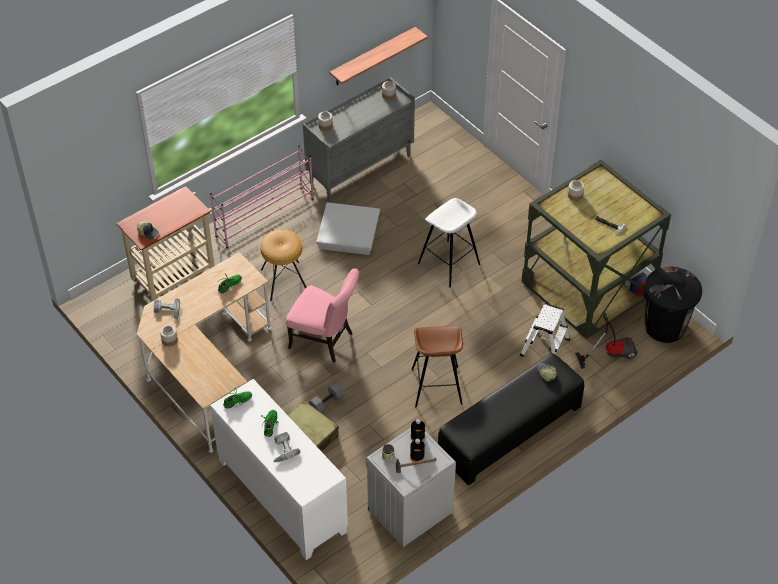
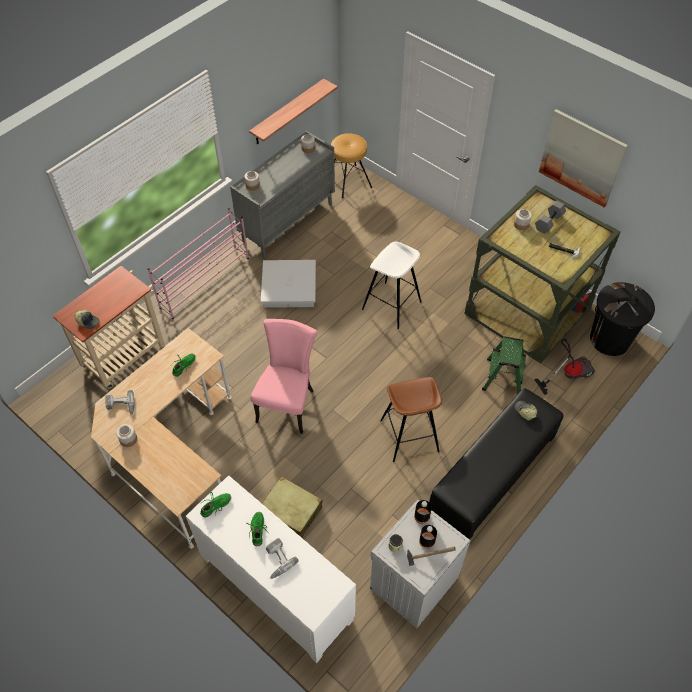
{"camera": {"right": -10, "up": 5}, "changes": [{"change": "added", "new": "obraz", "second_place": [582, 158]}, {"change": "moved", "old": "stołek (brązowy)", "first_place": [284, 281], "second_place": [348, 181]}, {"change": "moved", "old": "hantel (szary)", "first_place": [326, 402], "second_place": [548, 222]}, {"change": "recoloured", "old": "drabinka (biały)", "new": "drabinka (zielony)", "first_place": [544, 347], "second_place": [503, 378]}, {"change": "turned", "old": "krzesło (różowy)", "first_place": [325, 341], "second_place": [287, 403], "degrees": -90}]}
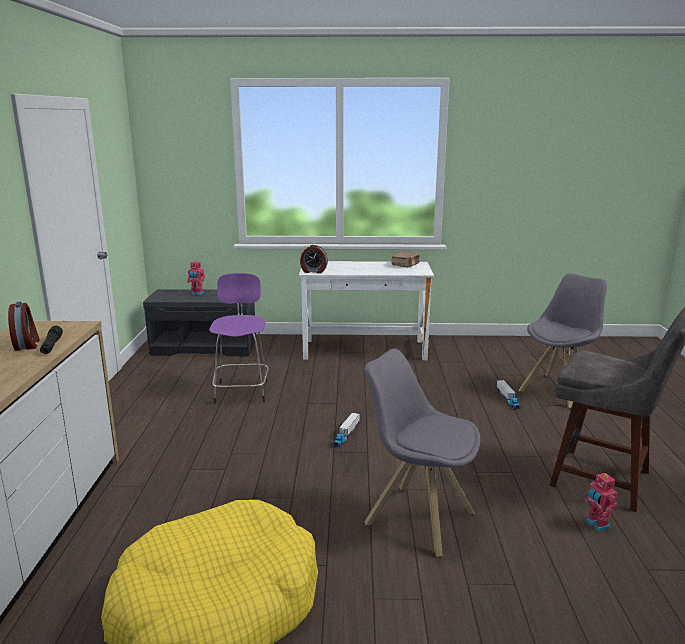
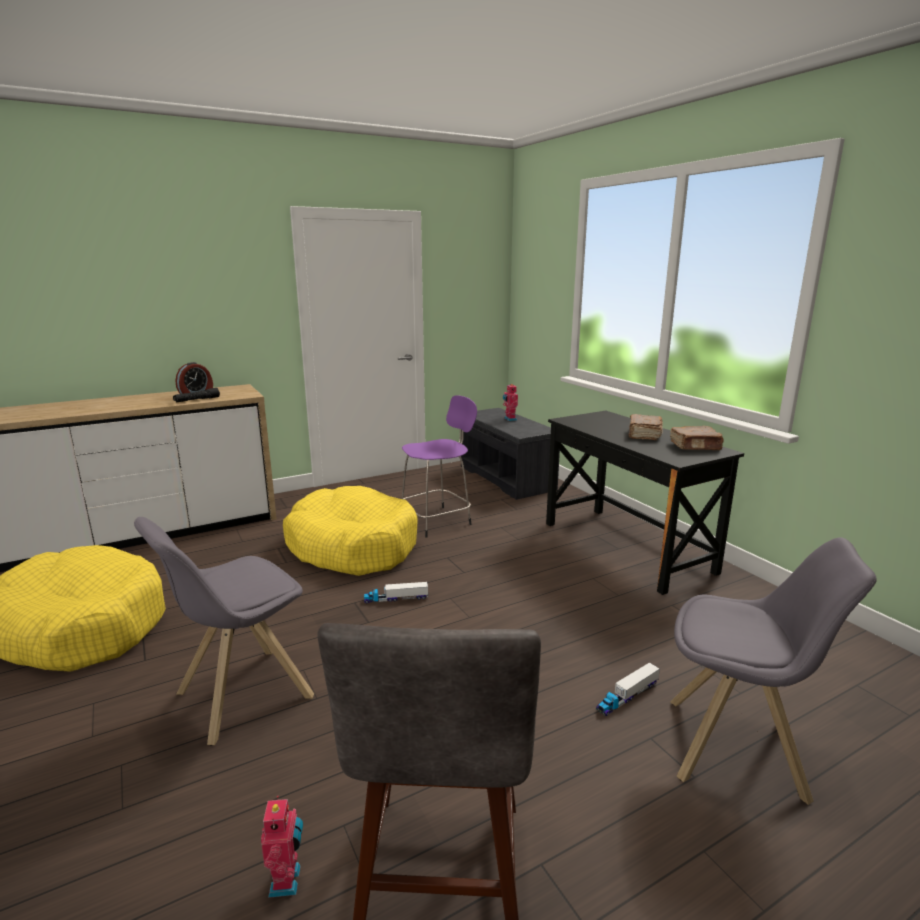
{"camera": {"right": 60, "up": 0}, "changes": [{"change": "removed", "old": "budzik", "first_place": [313, 271]}, {"change": "added", "new": "legowisko (żółty)", "second_place": [352, 546]}, {"change": "added", "new": "książka (brązowy)", "second_place": [644, 434]}, {"change": "recoloured", "old": "biurko (biały)", "new": "biurko (czarny)", "first_place": [364, 350], "second_place": [626, 547]}, {"change": "turned", "old": "krzesło (szary)", "first_place": [418, 518], "second_place": [243, 694], "degrees": -135}, {"change": "turned", "old": "robot zabawkowy", "first_place": [596, 525], "second_place": [287, 881], "degrees": 135}]}
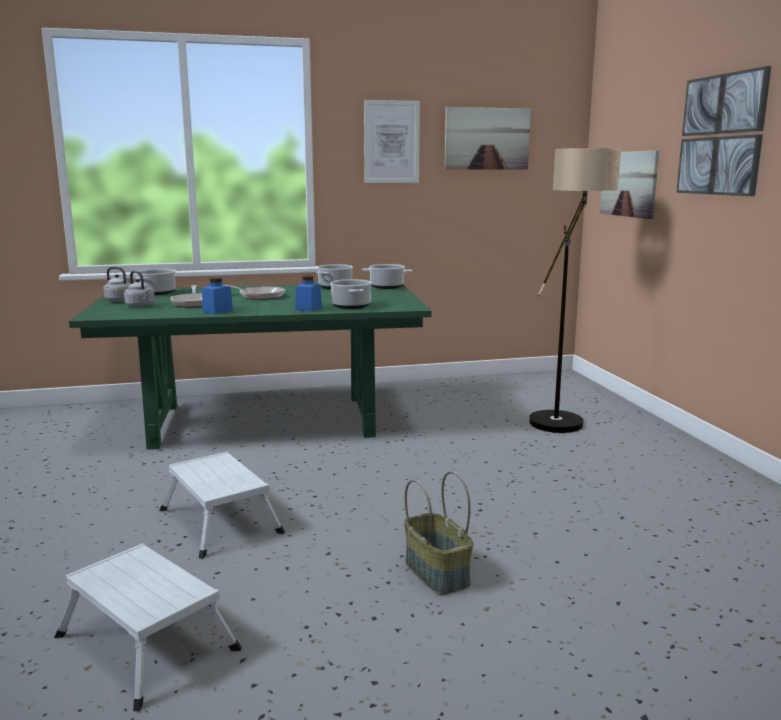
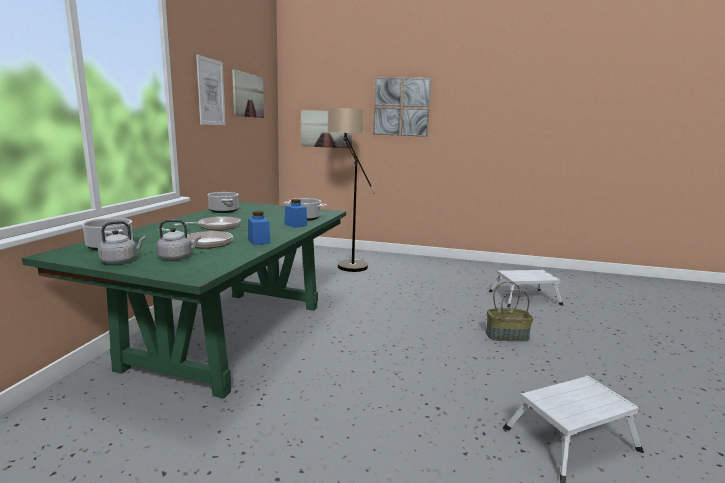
{"camera": {"right": -65, "up": 0}, "changes": [{"change": "removed", "old": "garnek", "first_place": [386, 287]}, {"change": "moved", "old": "drabinka (biały)", "first_place": [220, 521], "second_place": [525, 298]}]}
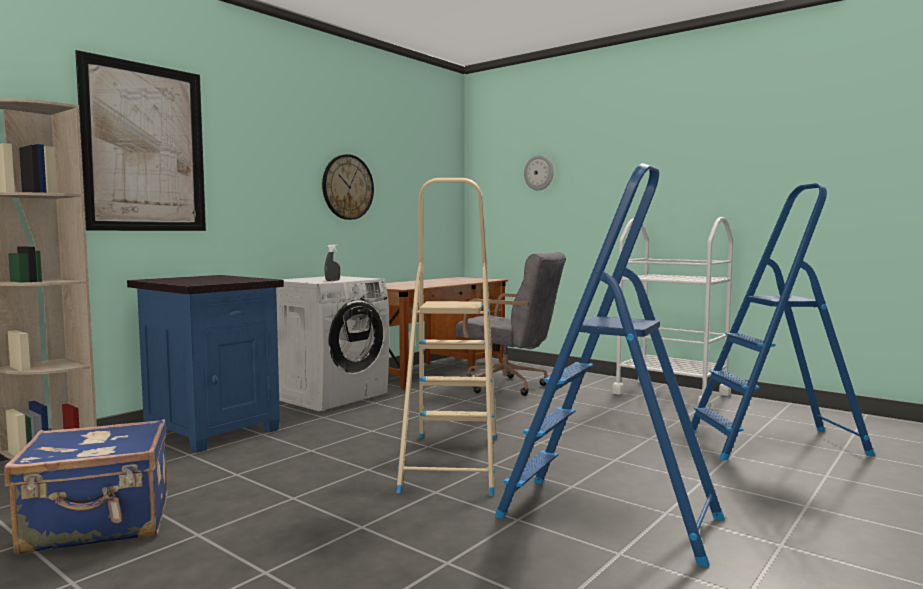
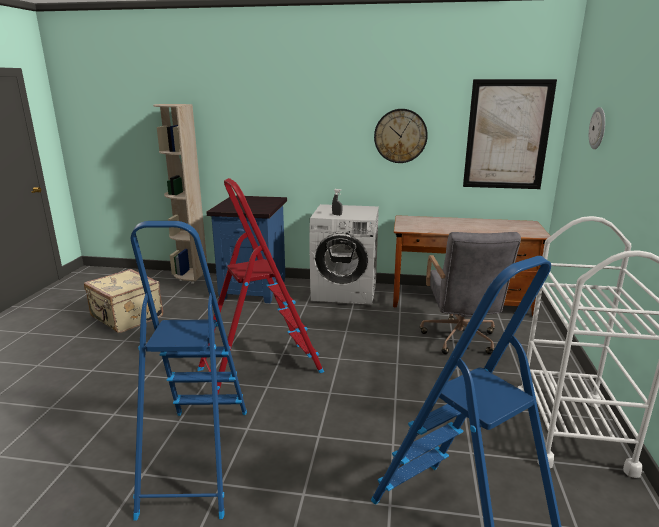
{"camera": {"right": 60, "up": 15}, "changes": [{"change": "moved", "old": "obraz", "first_place": [145, 148], "second_place": [507, 135]}, {"change": "recoloured", "old": "walizka (niebieski)", "new": "walizka (beżowy)", "first_place": [99, 525], "second_place": [126, 318]}, {"change": "recoloured", "old": "drabinka (beżowy)", "new": "drabinka (czerwony)", "first_place": [452, 461], "second_place": [261, 370]}]}
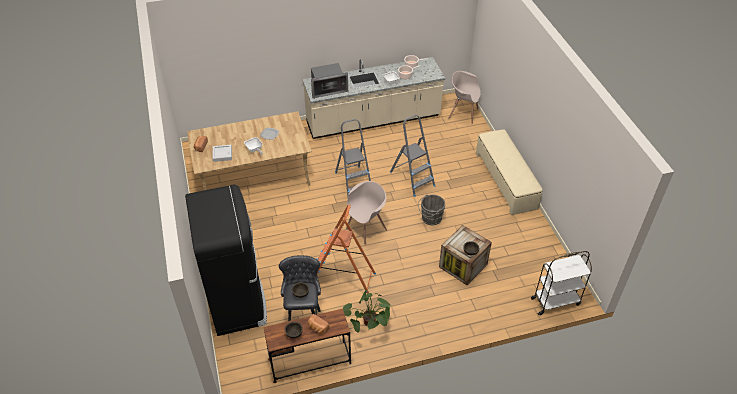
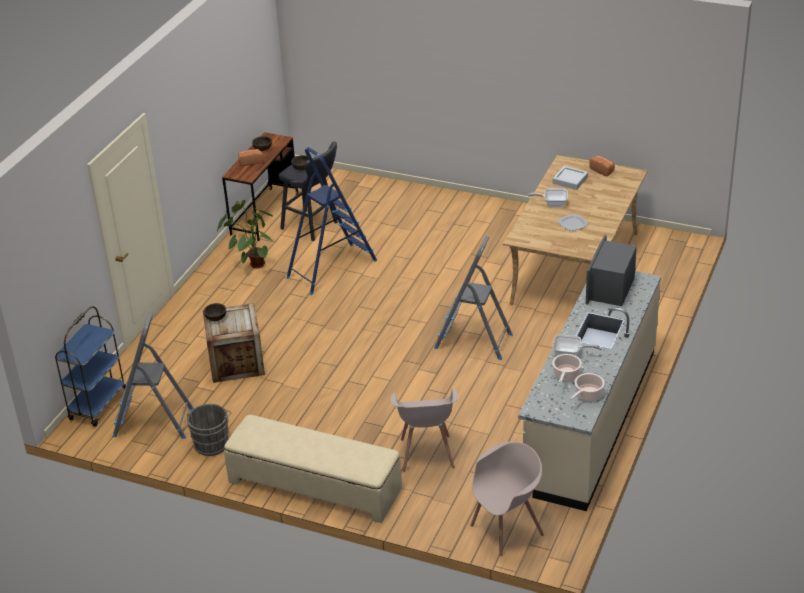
{"camera": {"right": 130, "up": -10}, "changes": [{"change": "removed", "old": "lodówka (czarny)", "first_place": [237, 301]}, {"change": "moved", "old": "krzesło (beżowy)", "first_place": [366, 229], "second_place": [426, 454]}, {"change": "moved", "old": "drabinka (szary)", "first_place": [412, 179], "second_place": [152, 422]}, {"change": "moved", "old": "wiadro (szary)", "first_place": [430, 218], "second_place": [212, 443]}, {"change": "recoloured", "old": "drabinka (pomarańczowy)", "new": "drabinka (niebieski)", "first_place": [341, 280], "second_place": [332, 269]}, {"change": "recoloured", "old": "wózek (biały)", "new": "wózek (niebieski)", "first_place": [556, 302], "second_place": [98, 405]}]}
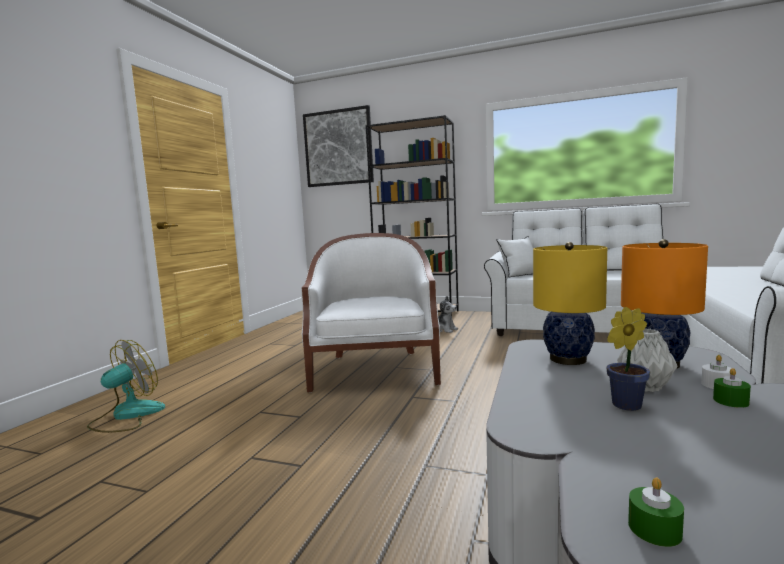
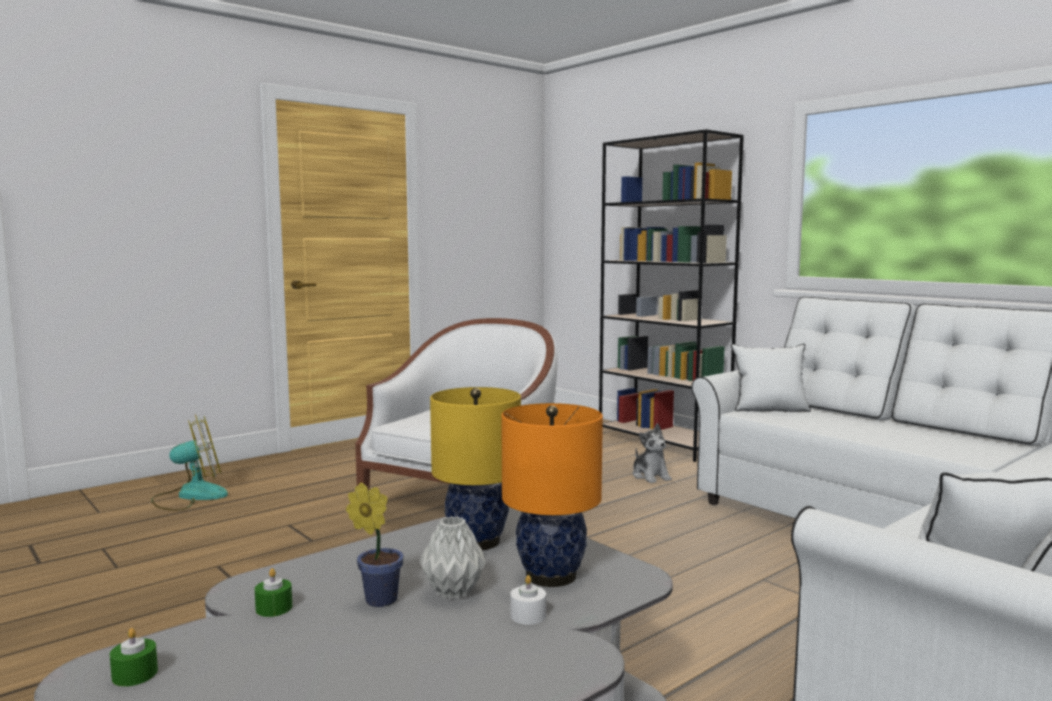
{"camera": {"right": 30, "up": 0}, "changes": [{"change": "removed", "old": "obraz", "first_place": [338, 148]}, {"change": "moved", "old": "świeca (zielony)", "first_place": [730, 401], "second_place": [274, 608]}]}
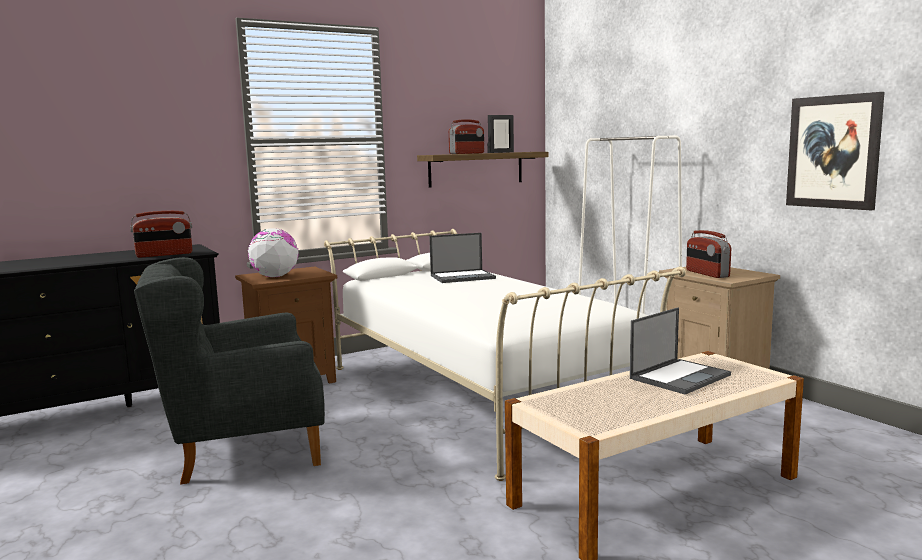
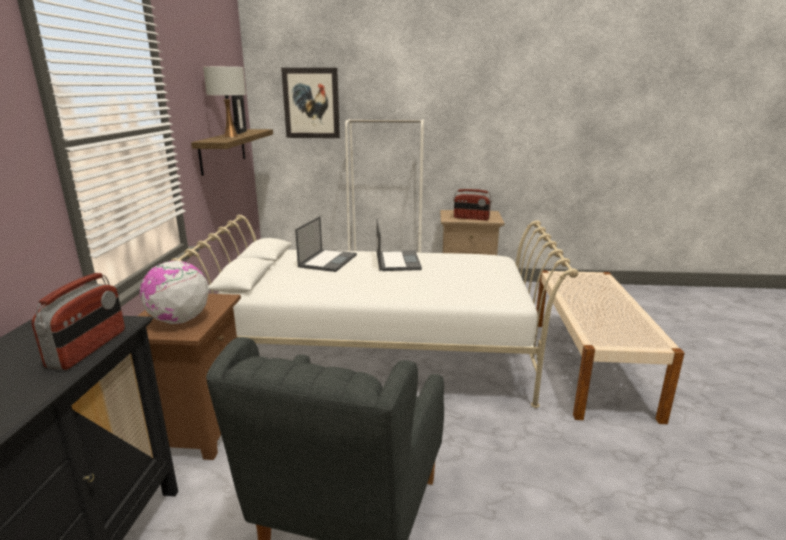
{"camera": {"right": -55, "up": 10}, "changes": [{"change": "moved", "old": "laptop", "first_place": [680, 376], "second_place": [397, 261]}, {"change": "moved", "old": "obraz", "first_place": [833, 152], "second_place": [311, 103]}, {"change": "replaced", "old": "radio", "new": "lampa stołowa (biały)", "first_place": [467, 153], "second_place": [231, 136]}]}
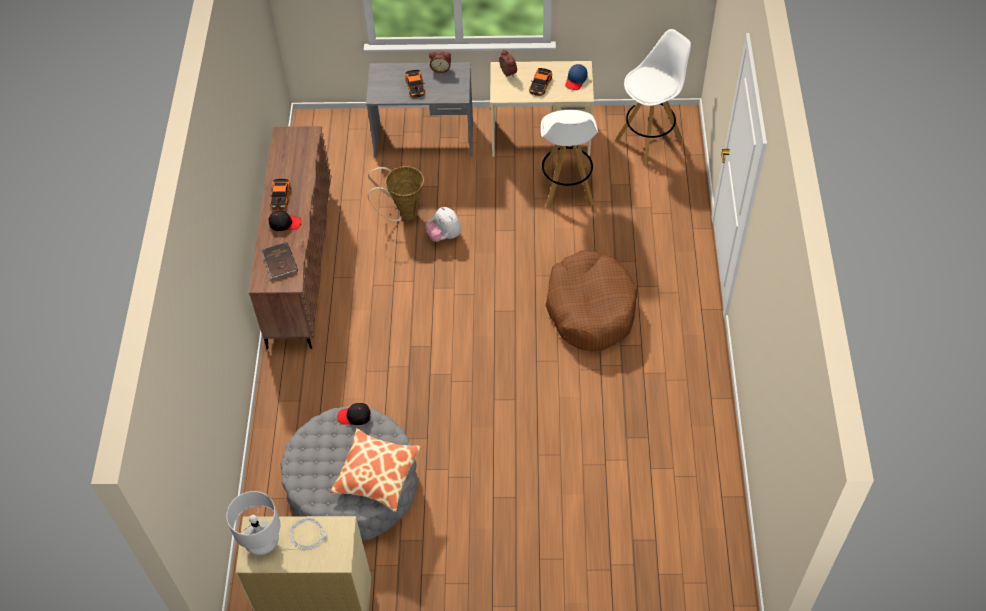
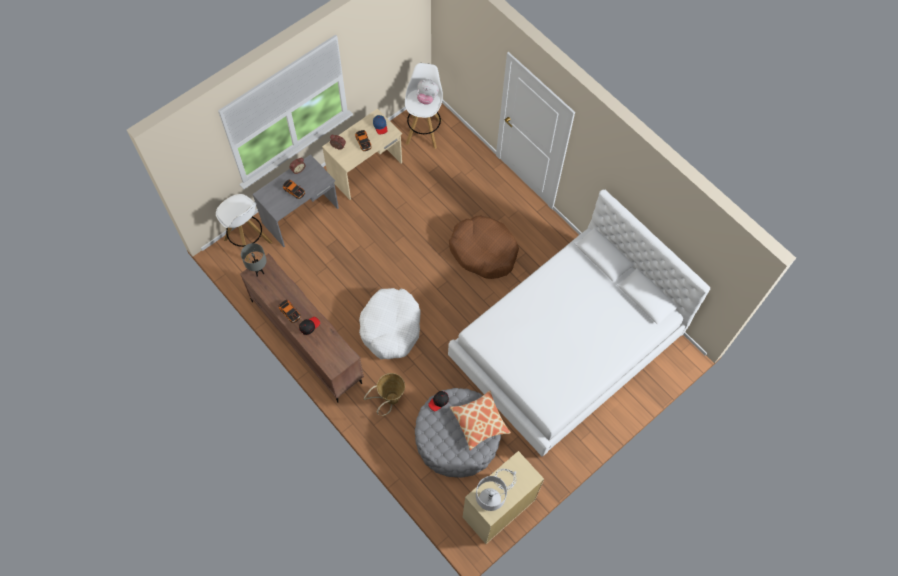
{"camera": {"right": -45, "up": 10}, "changes": [{"change": "removed", "old": "książka (brązowy)", "first_place": [279, 262]}, {"change": "added", "new": "lampa stołowa (szary)", "second_place": [259, 272]}, {"change": "added", "new": "legowisko (biały)", "second_place": [391, 327]}, {"change": "added", "new": "łóżko (biały)", "second_place": [566, 346]}, {"change": "moved", "old": "koszyk", "first_place": [403, 214], "second_place": [389, 401]}, {"change": "moved", "old": "pluszak", "first_place": [444, 236], "second_place": [427, 98]}, {"change": "moved", "old": "stołek (biały)", "first_place": [566, 187], "second_place": [248, 241]}]}
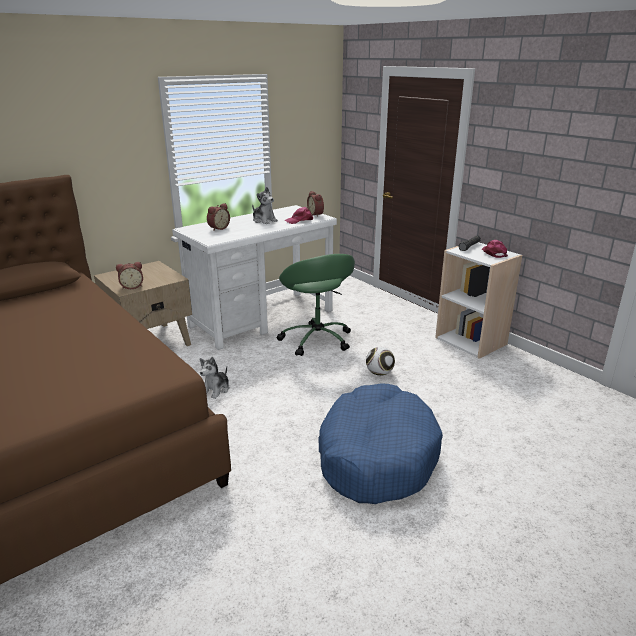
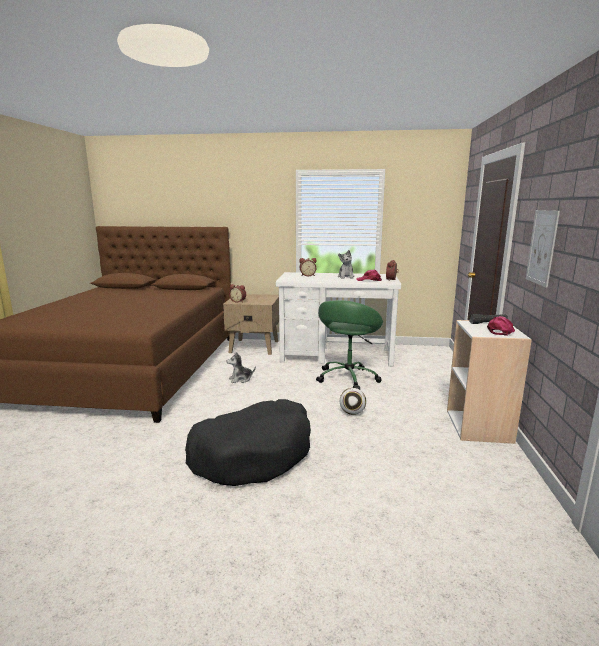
{"camera": {"right": 45, "up": -10}, "changes": [{"change": "added", "new": "obraz", "second_place": [542, 247]}, {"change": "recoloured", "old": "legowisko (niebieski)", "new": "legowisko (czarny)", "first_place": [376, 456], "second_place": [253, 454]}]}
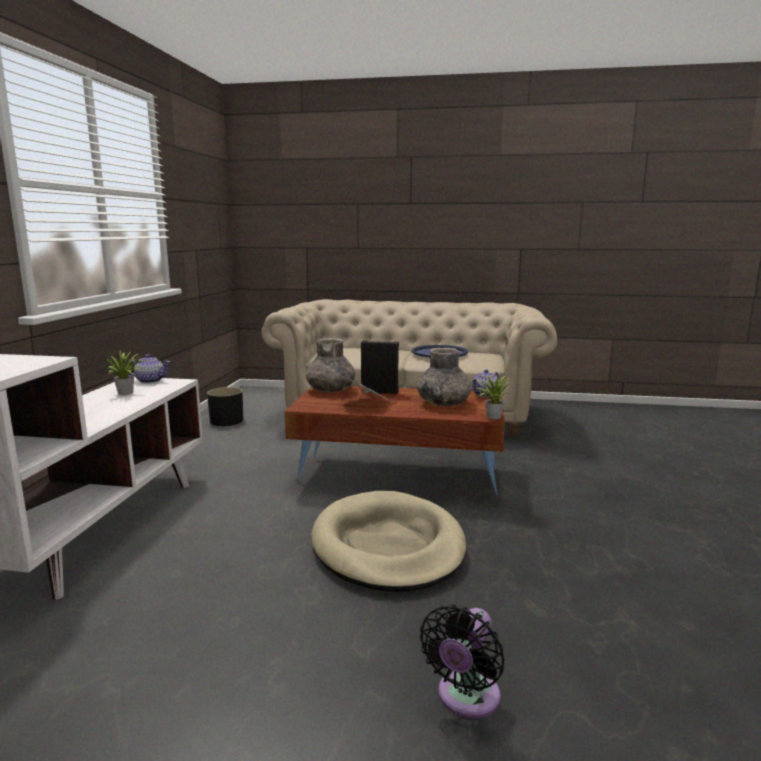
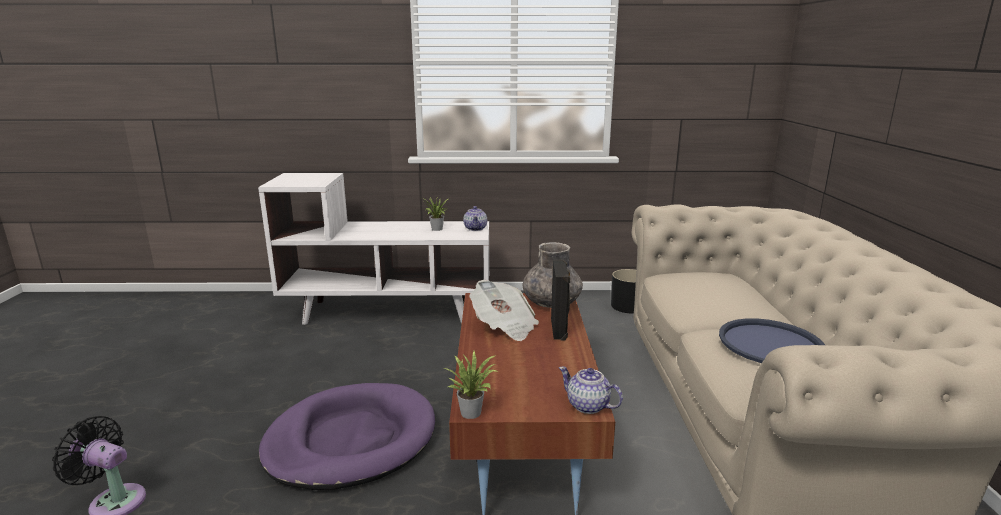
{"camera": {"right": 80, "up": 5}, "changes": [{"change": "removed", "old": "wazon (szary)", "first_place": [443, 403]}, {"change": "recoloured", "old": "legowisko (beżowy)", "new": "legowisko (fioletowy)", "first_place": [388, 546], "second_place": [351, 440]}]}
